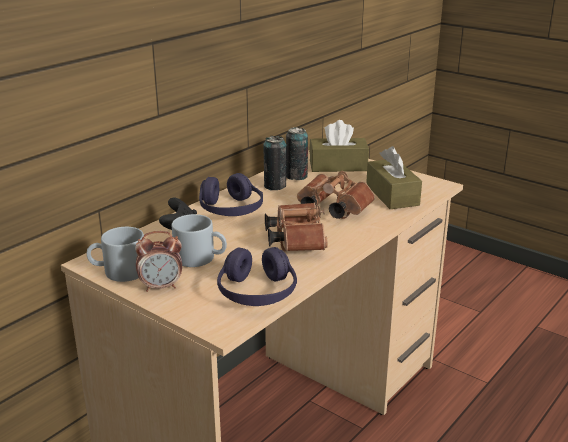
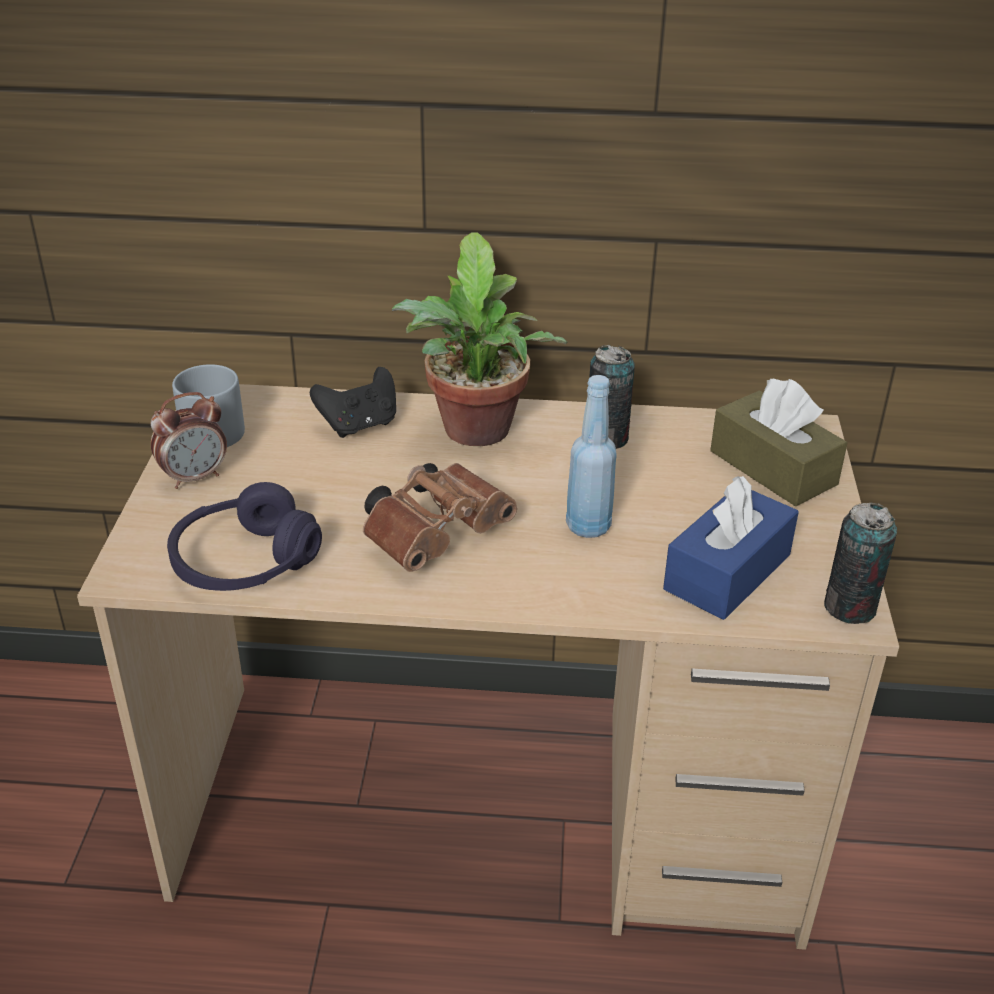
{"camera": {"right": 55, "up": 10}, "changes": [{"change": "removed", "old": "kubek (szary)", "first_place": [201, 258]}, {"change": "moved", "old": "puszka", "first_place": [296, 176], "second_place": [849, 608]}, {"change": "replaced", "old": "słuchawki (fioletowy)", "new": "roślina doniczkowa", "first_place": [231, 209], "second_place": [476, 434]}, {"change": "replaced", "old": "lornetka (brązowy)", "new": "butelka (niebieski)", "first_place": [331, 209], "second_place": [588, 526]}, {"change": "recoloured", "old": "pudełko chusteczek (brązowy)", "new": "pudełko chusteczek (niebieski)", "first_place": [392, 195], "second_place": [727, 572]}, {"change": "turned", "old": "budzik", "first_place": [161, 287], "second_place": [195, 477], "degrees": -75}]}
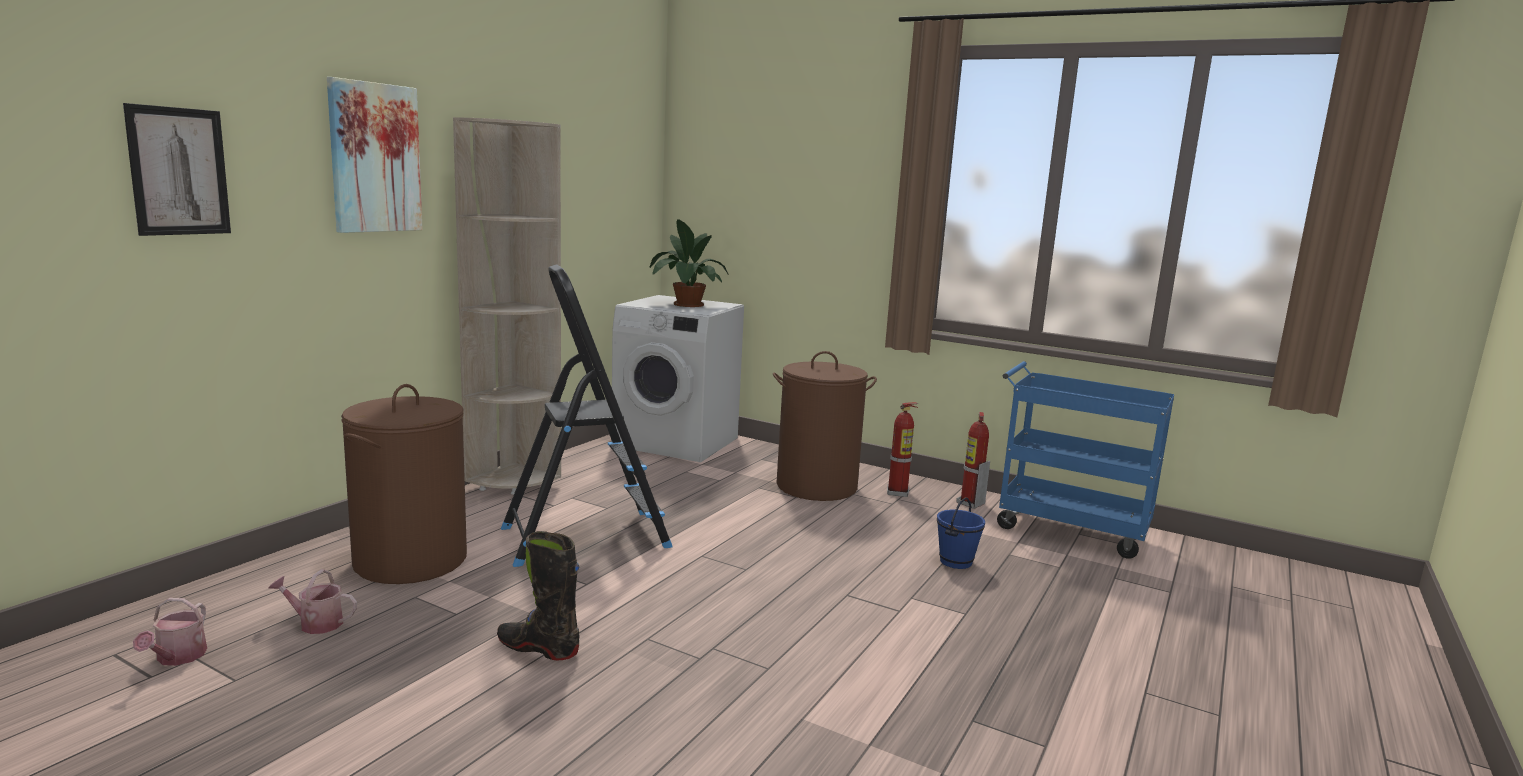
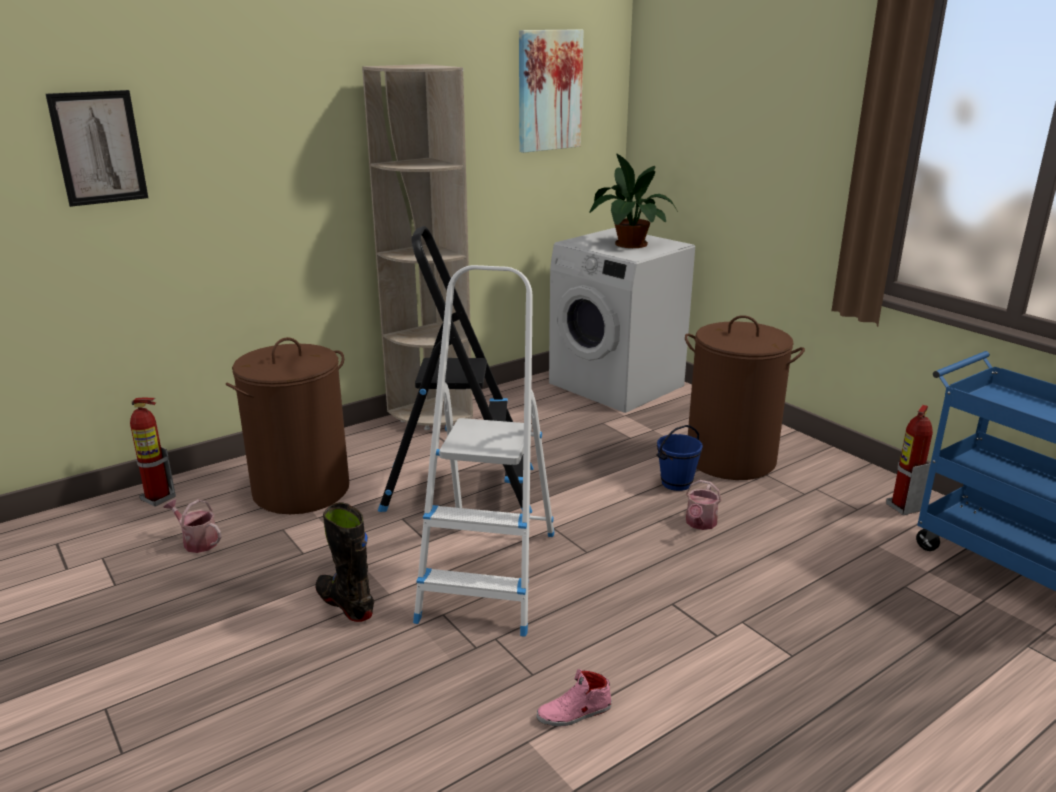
{"camera": {"right": 25, "up": 10}, "changes": [{"change": "added", "new": "drabinka (biały)", "second_place": [488, 575]}, {"change": "added", "new": "but (różowy)", "second_place": [574, 713]}, {"change": "moved", "old": "konewka", "first_place": [177, 658], "second_place": [700, 524]}, {"change": "moved", "old": "obraz", "first_place": [374, 158], "second_place": [549, 90]}, {"change": "moved", "old": "gaśnica", "first_place": [898, 492], "second_place": [158, 498]}, {"change": "moved", "old": "wiadro (niebieski)", "first_place": [955, 562], "second_place": [676, 483]}]}
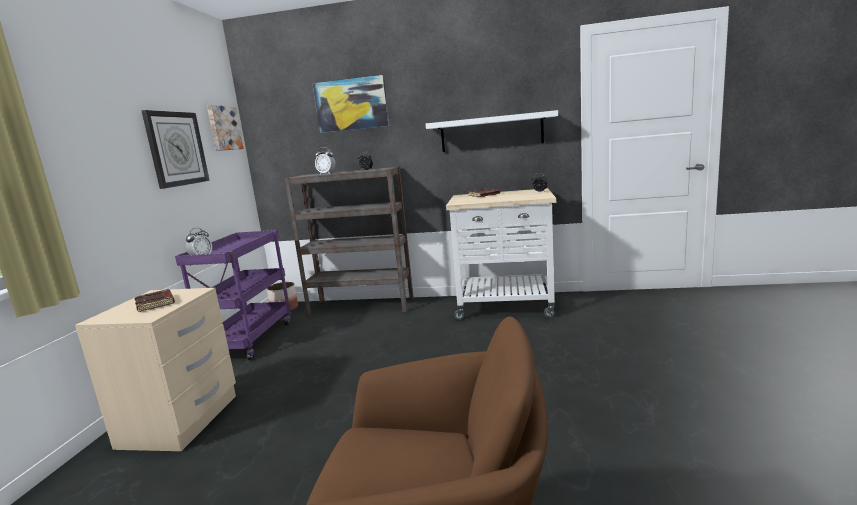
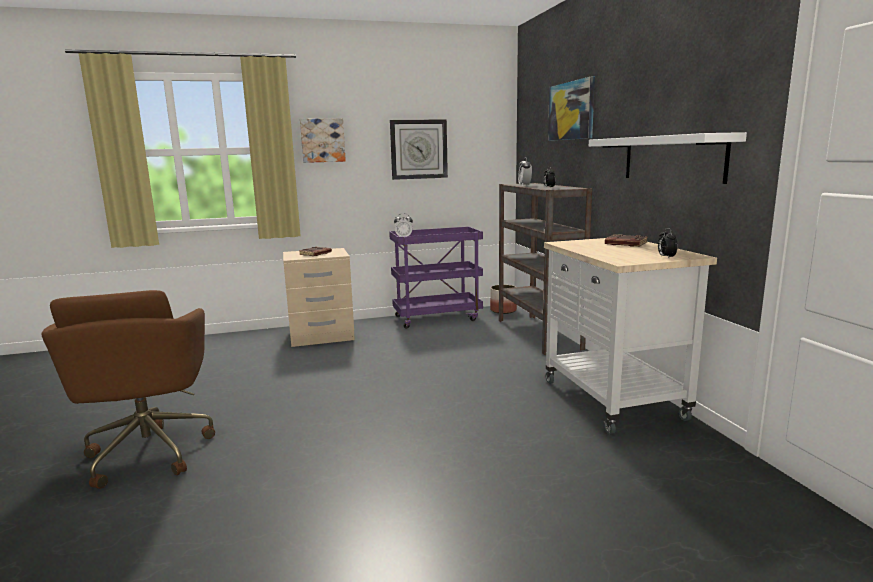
{"camera": {"right": 65, "up": 0}, "changes": [{"change": "moved", "old": "obraz", "first_place": [223, 128], "second_place": [322, 140]}]}
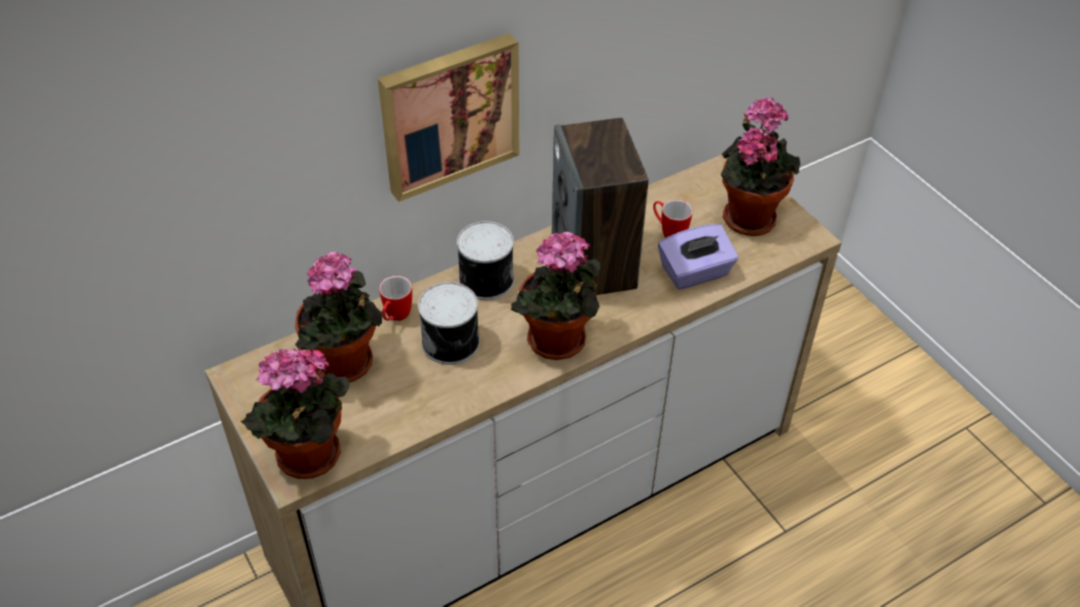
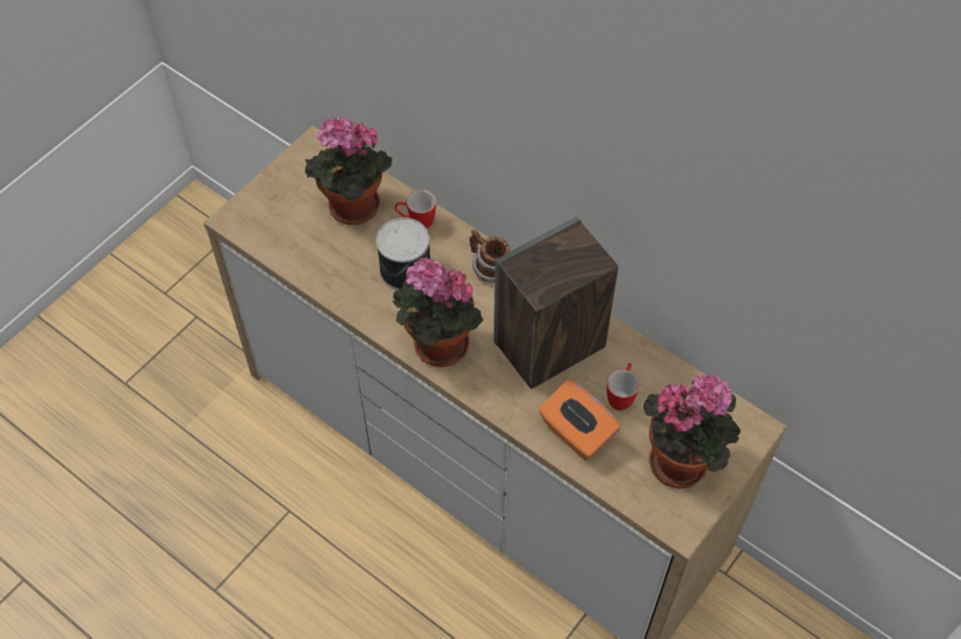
{"camera": {"right": 70, "up": 10}, "changes": [{"change": "removed", "old": "roślina doniczkowa", "first_place": [307, 460]}, {"change": "removed", "old": "obraz", "first_place": [448, 114]}, {"change": "replaced", "old": "puszka", "new": "kubek", "first_place": [485, 279], "second_place": [488, 269]}, {"change": "recoloured", "old": "pudełko chusteczek (fioletowy)", "new": "pudełko chusteczek (pomarańczowy)", "first_place": [695, 273], "second_place": [576, 433]}]}
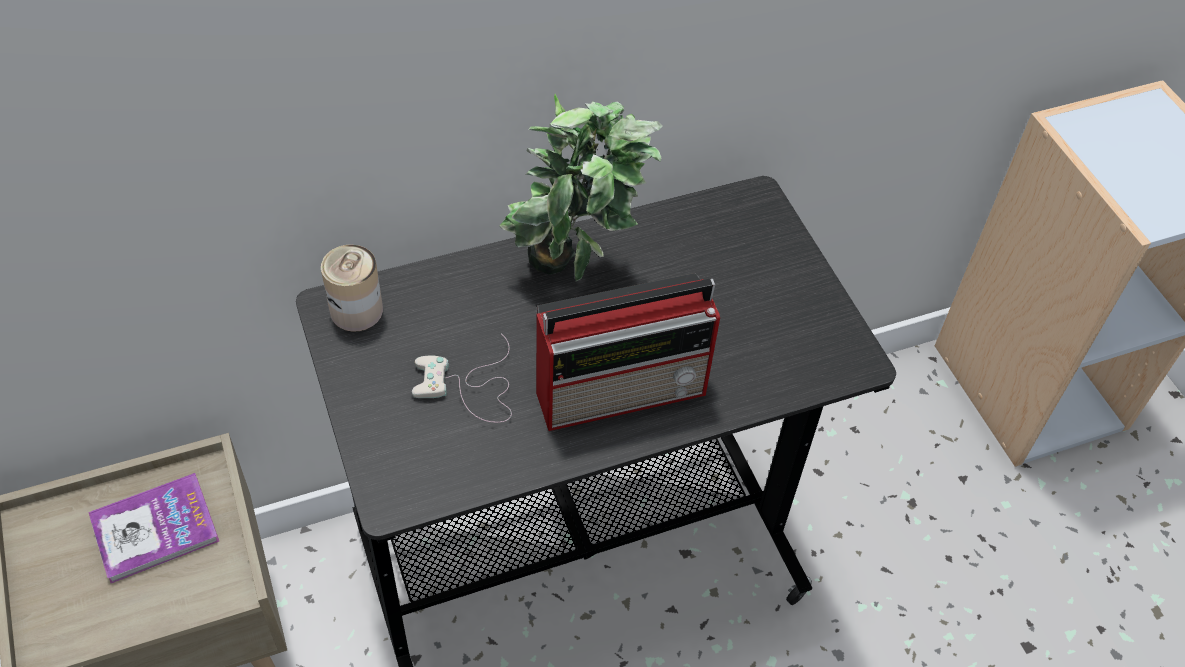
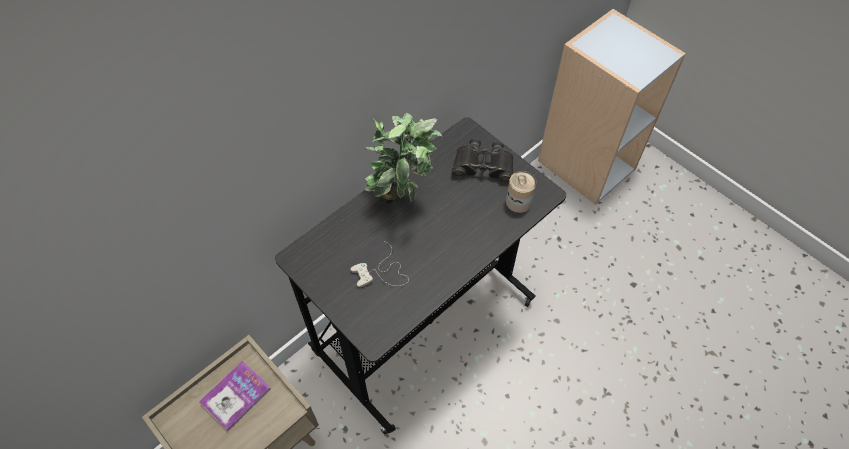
{"camera": {"right": -20, "up": 5}, "changes": [{"change": "removed", "old": "radio", "first_place": [624, 390]}, {"change": "added", "new": "lornetka (czarny)", "second_place": [483, 166]}, {"change": "moved", "old": "puszka", "first_place": [356, 310], "second_place": [518, 202]}]}
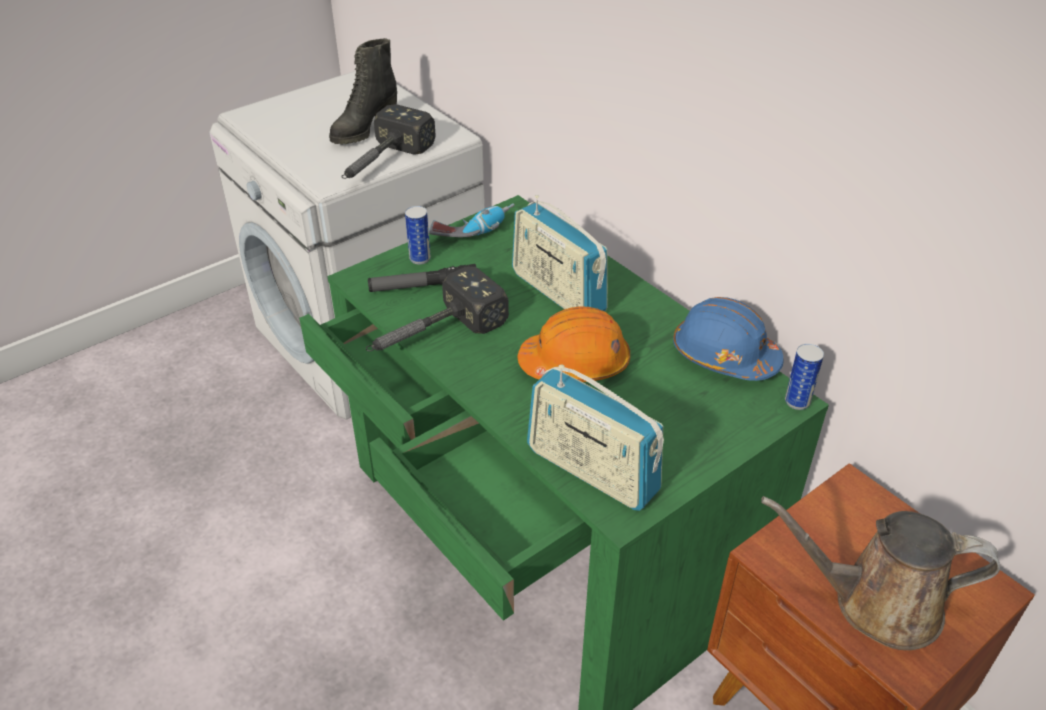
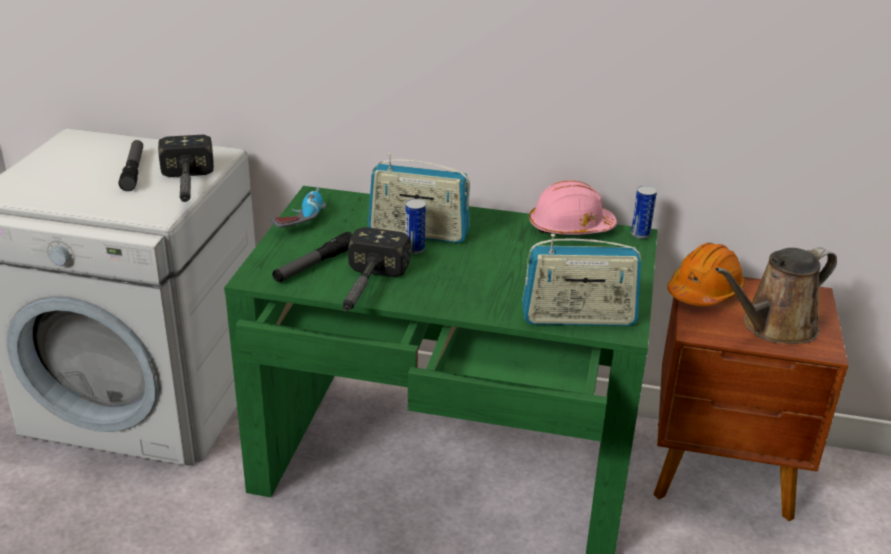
{"camera": {"right": -40, "up": -10}, "changes": [{"change": "moved", "old": "puszka", "first_place": [420, 258], "second_place": [415, 249]}, {"change": "moved", "old": "kask (pomarańczowy)", "first_place": [575, 363], "second_place": [704, 291]}, {"change": "replaced", "old": "but z cholewką (czarny)", "new": "latarka", "first_place": [364, 129], "second_place": [133, 171]}, {"change": "recoloured", "old": "kask (niebieski)", "new": "kask (różowy)", "first_place": [724, 356], "second_place": [570, 227]}]}
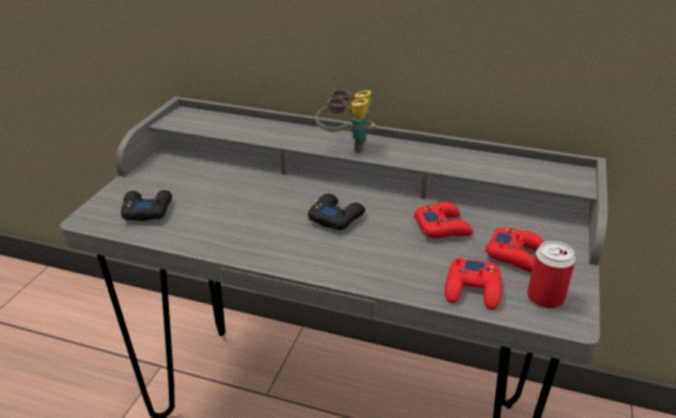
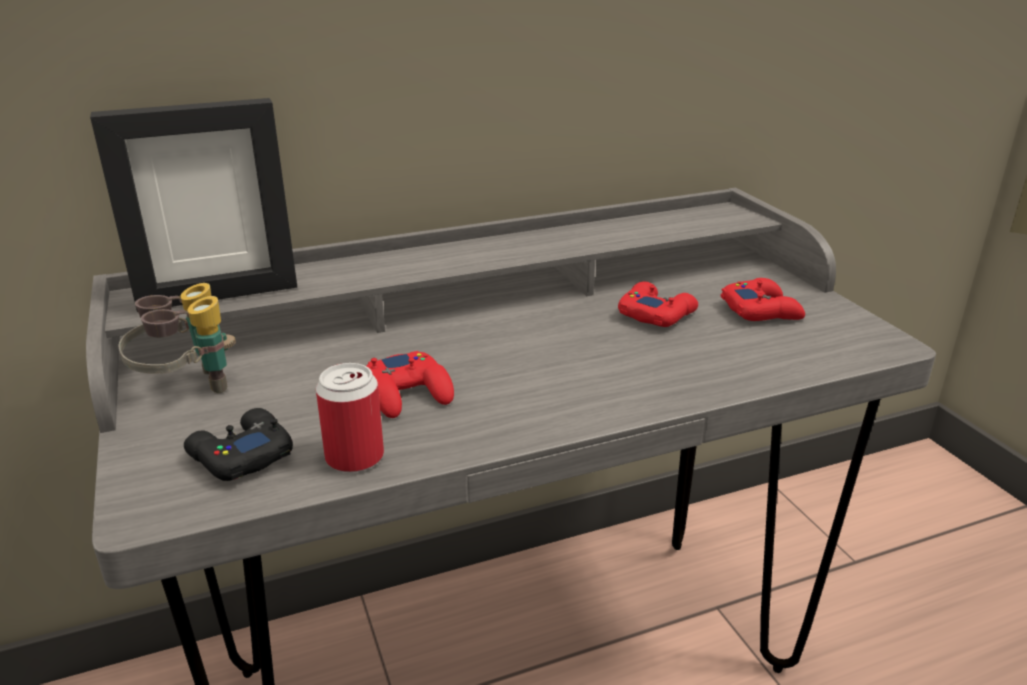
{"camera": {"right": -40, "up": -5}, "changes": [{"change": "removed", "old": "pad do gier (czarny)", "first_place": [336, 217]}, {"change": "added", "new": "ramka na zdjęcie", "second_place": [218, 294]}, {"change": "moved", "old": "lornetka", "first_place": [345, 145], "second_place": [188, 388]}, {"change": "moved", "old": "pad do gier (czerwony)", "first_place": [473, 290], "second_place": [408, 393]}, {"change": "moved", "old": "puszka", "first_place": [545, 297], "second_place": [354, 457]}]}
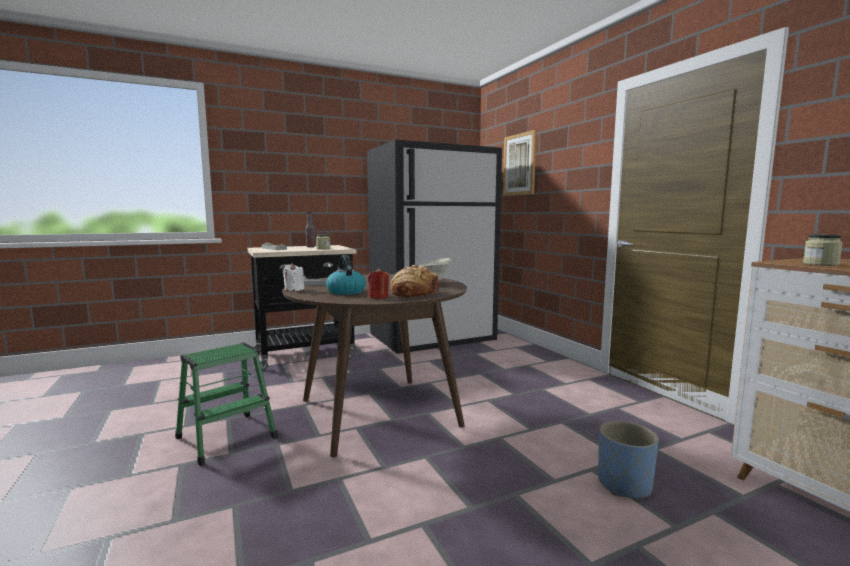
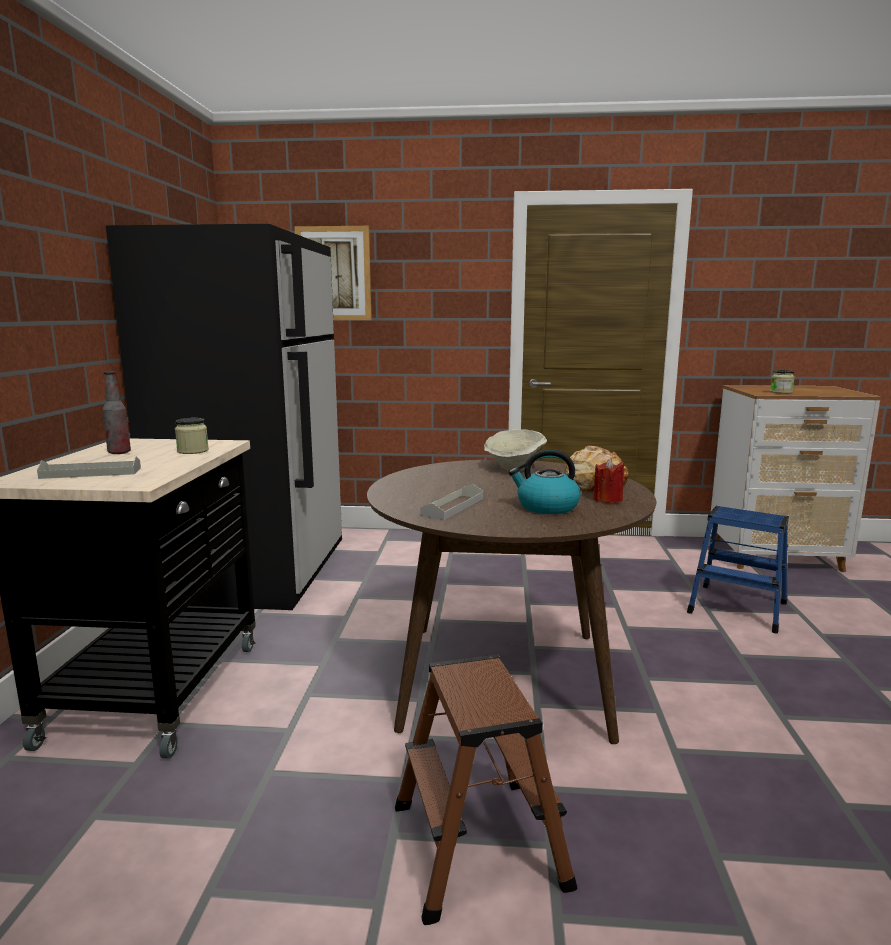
{"camera": {"right": -60, "up": 5}, "changes": [{"change": "removed", "old": "świeca (biały)", "first_place": [294, 289]}, {"change": "replaced", "old": "donica (niebieski)", "new": "drabinka (niebieski)", "first_place": [624, 485], "second_place": [737, 607]}, {"change": "recoloured", "old": "drabinka (zielony)", "new": "drabinka (brązowy)", "first_place": [227, 437], "second_place": [478, 844]}]}
